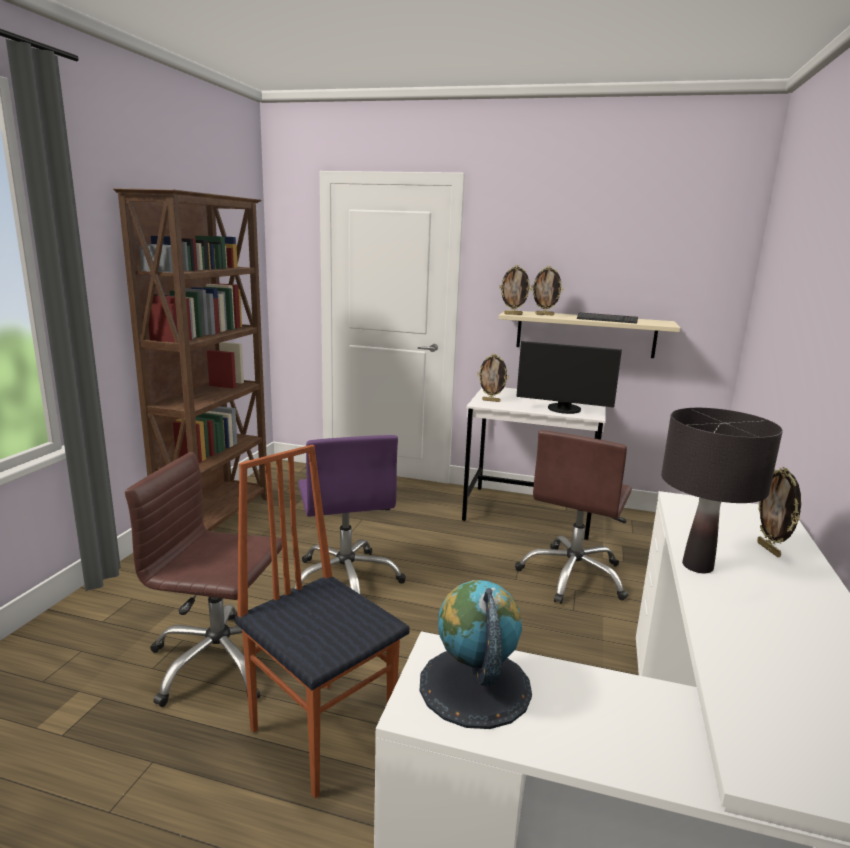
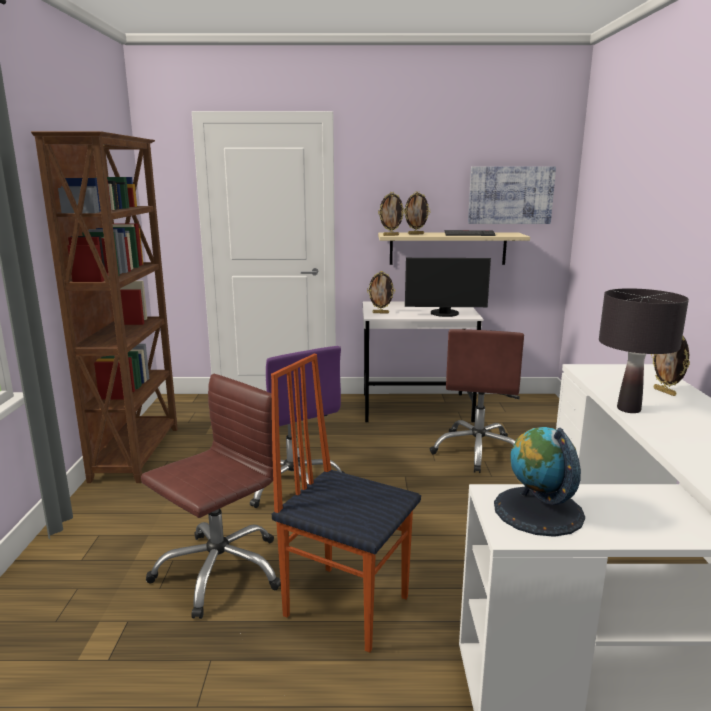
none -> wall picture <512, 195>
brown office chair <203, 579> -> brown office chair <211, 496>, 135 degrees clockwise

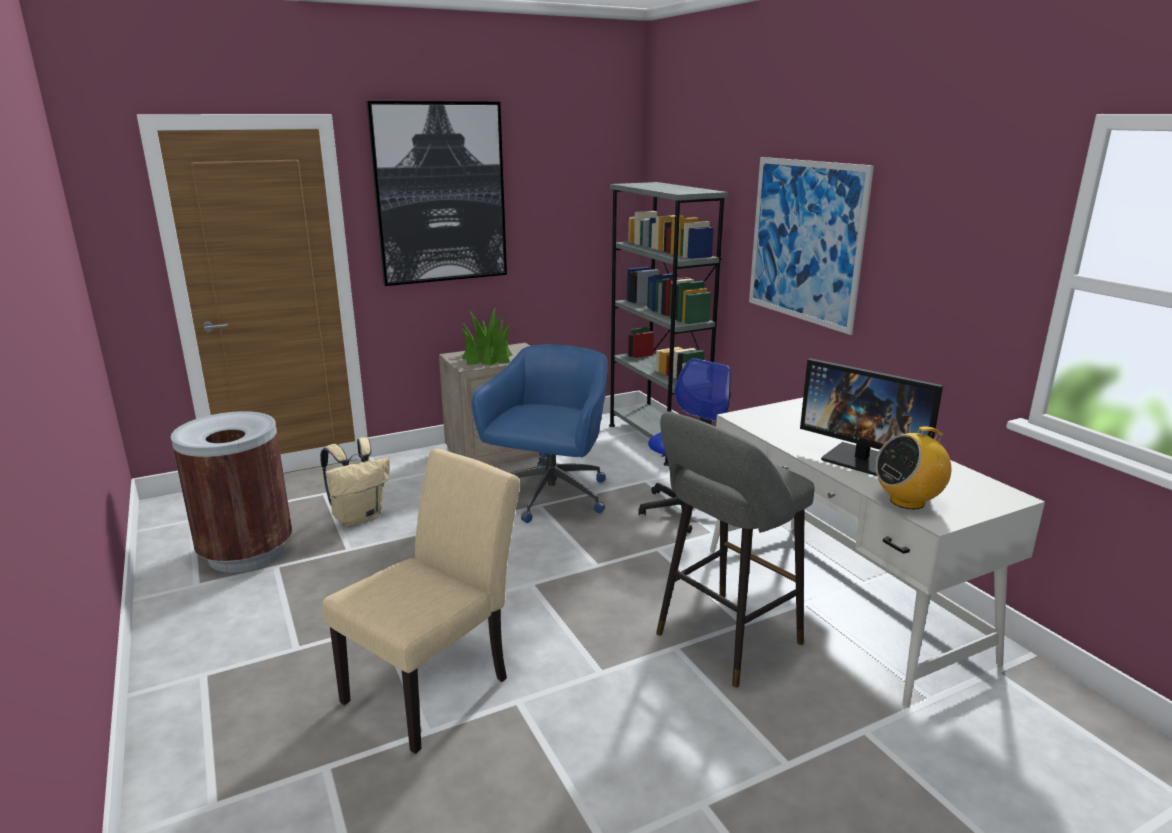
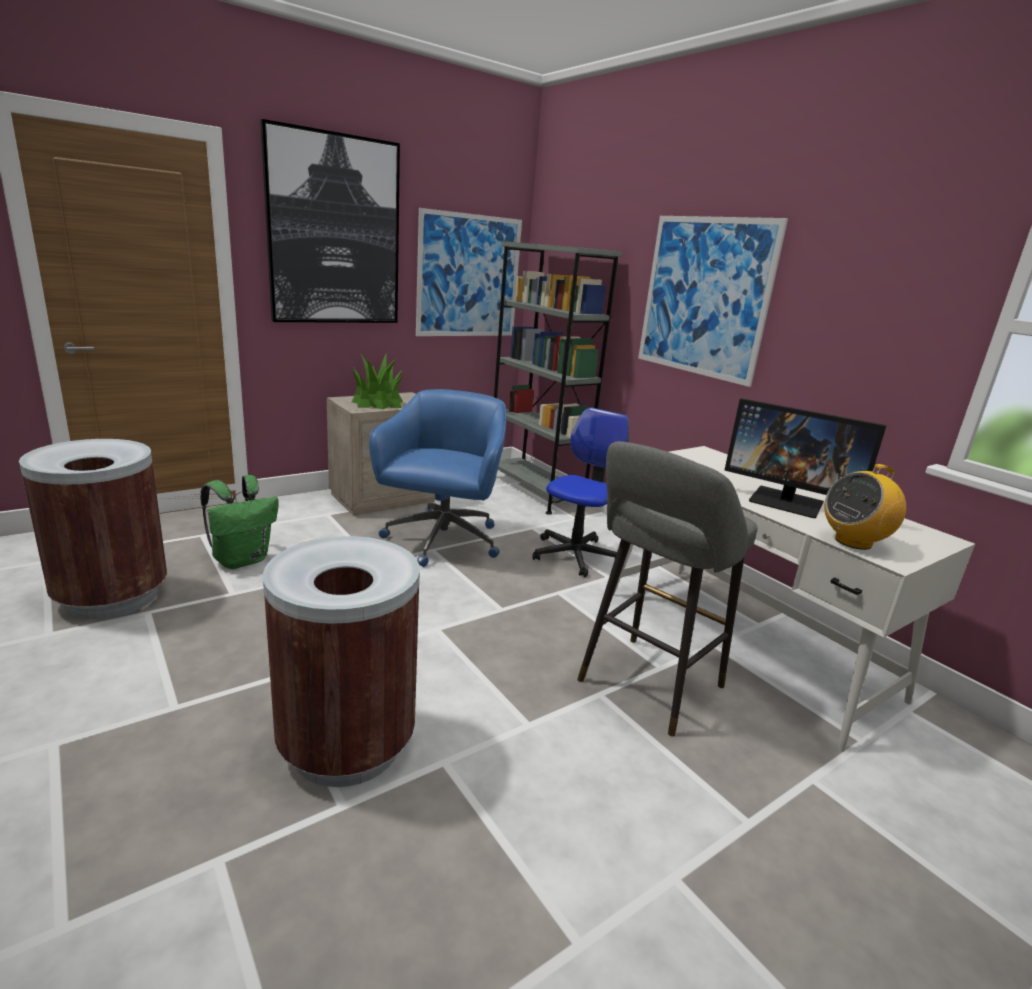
none -> wall picture <469, 272>
beige plain chair <421, 601> -> brown trash can <341, 661>
beige rucksack <355, 481> -> greenish rucksack <239, 522>

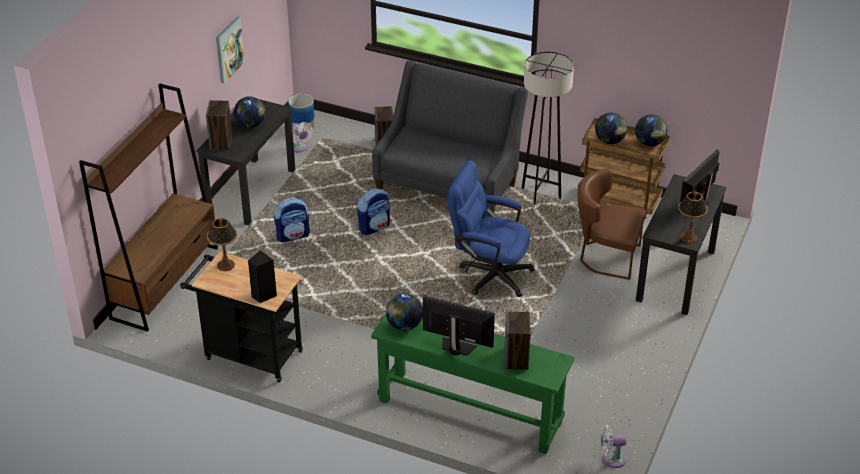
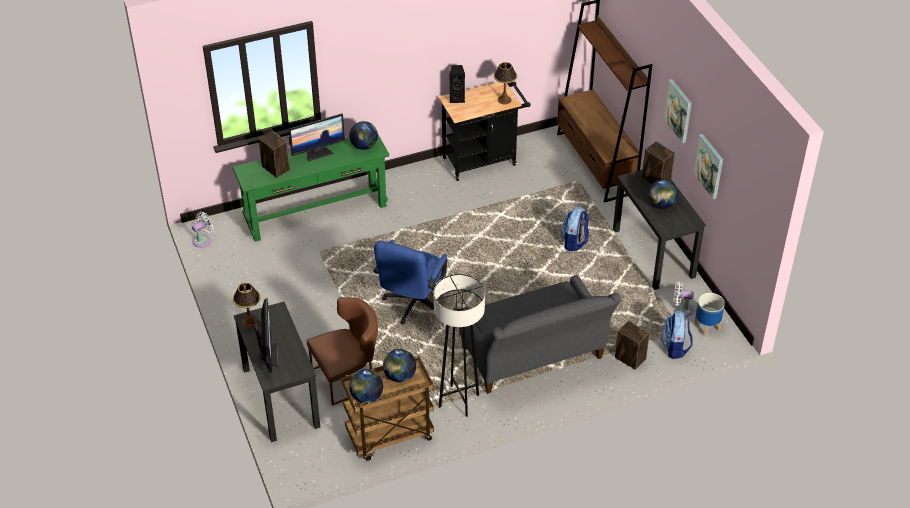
none -> wall picture <678, 111>
rucksack <373, 211> -> rucksack <677, 334>, moved
blue-coloured office chair <491, 229> -> blue-coloured office chair <410, 282>, 135 degrees clockwise

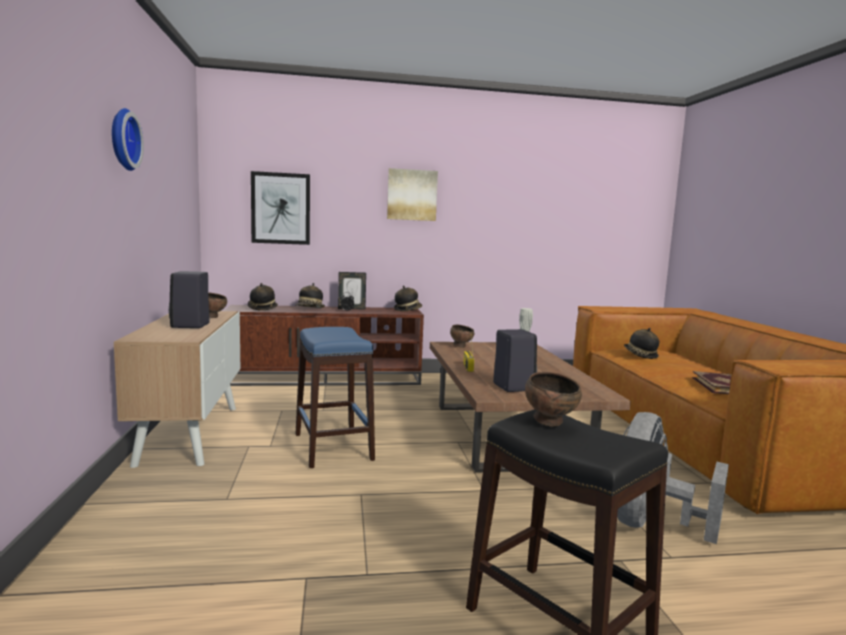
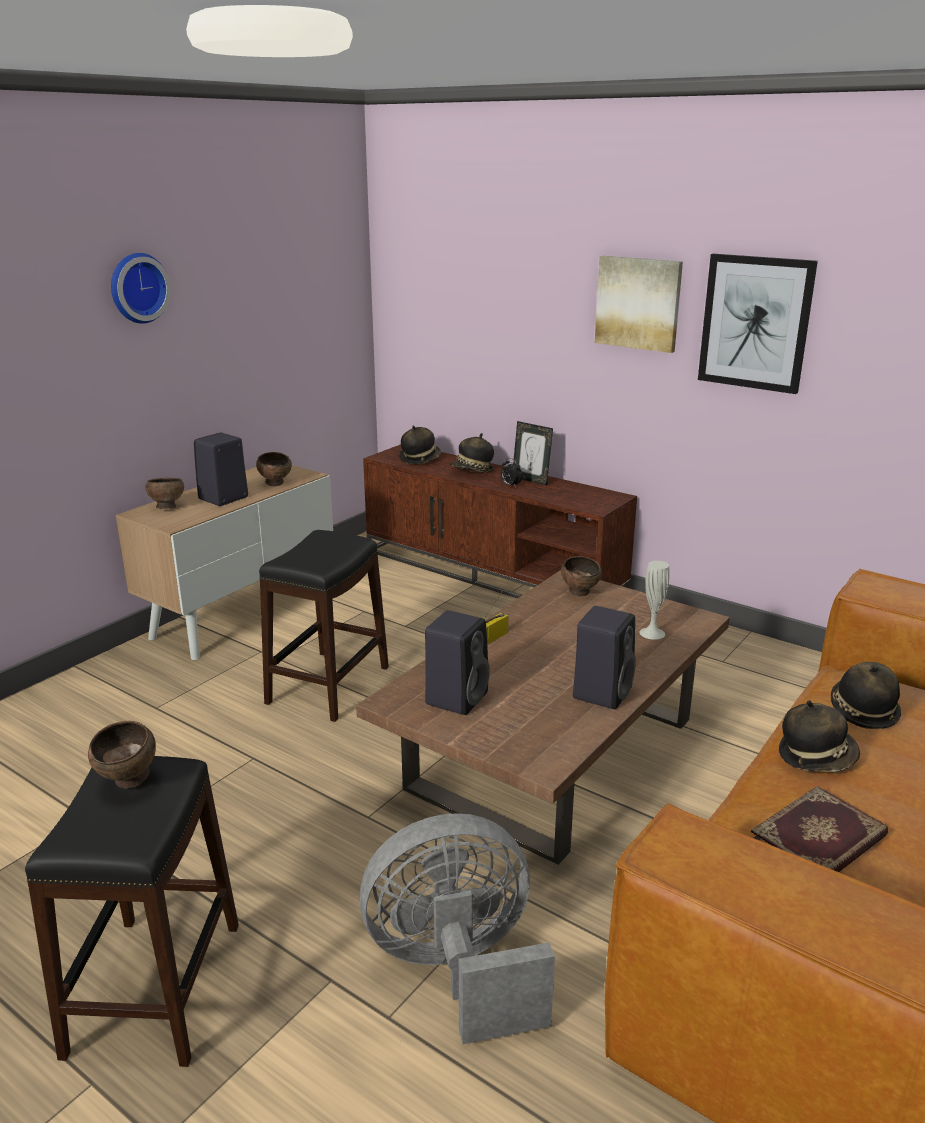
none -> brown serving bowl <164, 493>
none -> blackish speaker <604, 657>
wall picture <280, 208> -> wall picture <758, 324>, moved
hat <408, 298> -> hat <819, 736>, moved
blue-coloured stool <335, 397> -> blackish stool <324, 626>

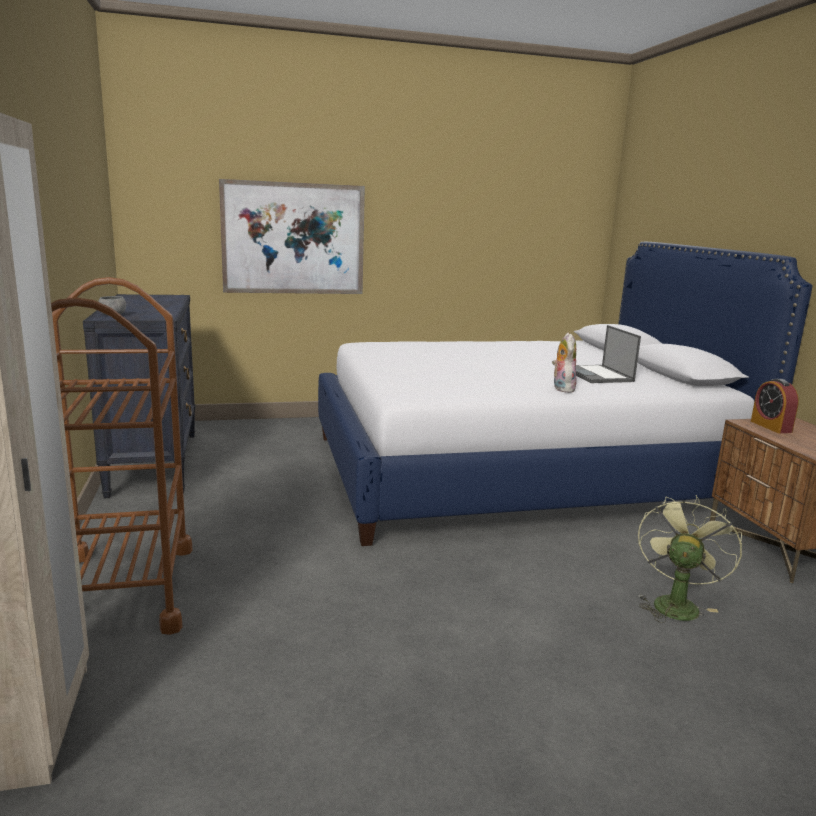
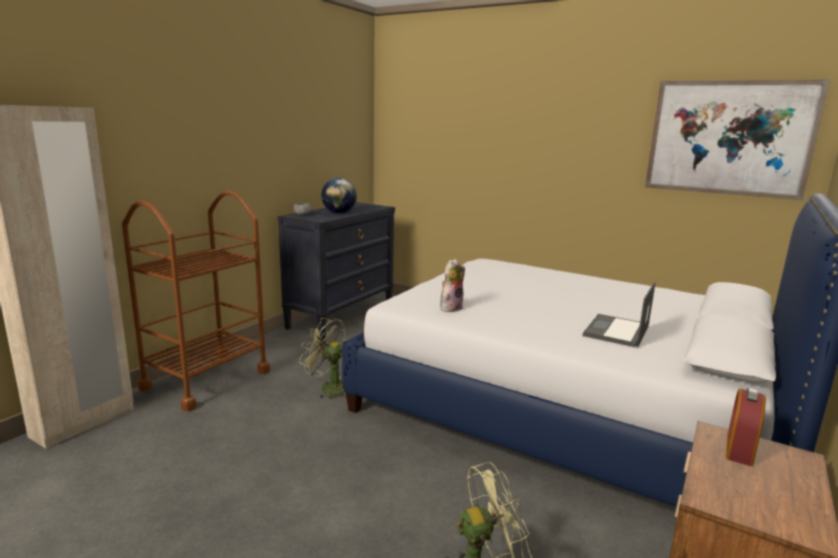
none -> greenish electric fan <322, 358>
none -> world globe <339, 195>
wall picture <292, 236> -> wall picture <738, 139>, moved
soft toy <564, 363> -> soft toy <452, 285>, moved

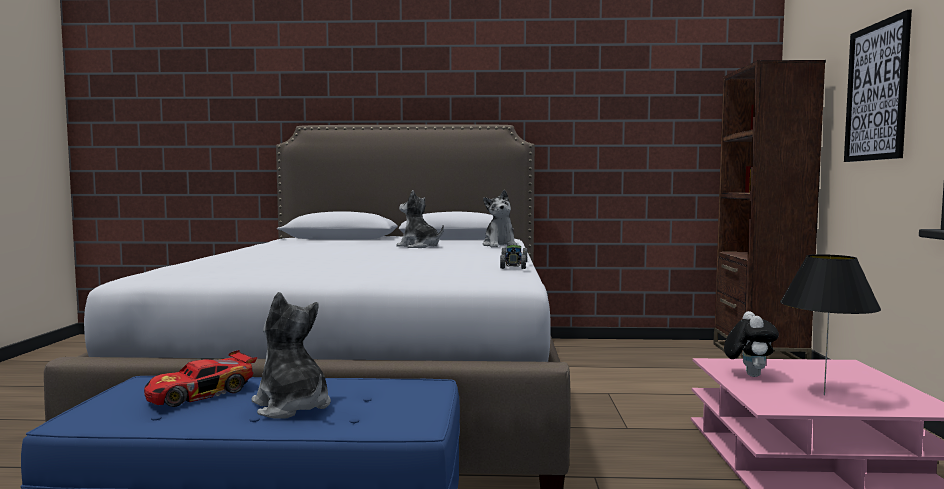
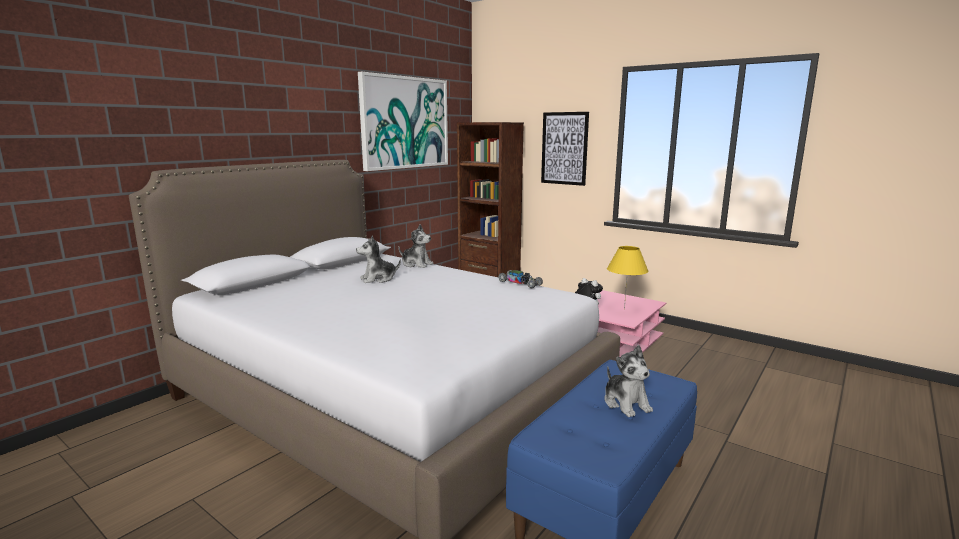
model car <200, 378> -> none
none -> wall picture <403, 121>
blackish tabletop lamp <830, 324> -> yellow-coloured tabletop lamp <628, 278>
soft toy <291, 355> -> soft toy <628, 381>, 105 degrees counterclockwise

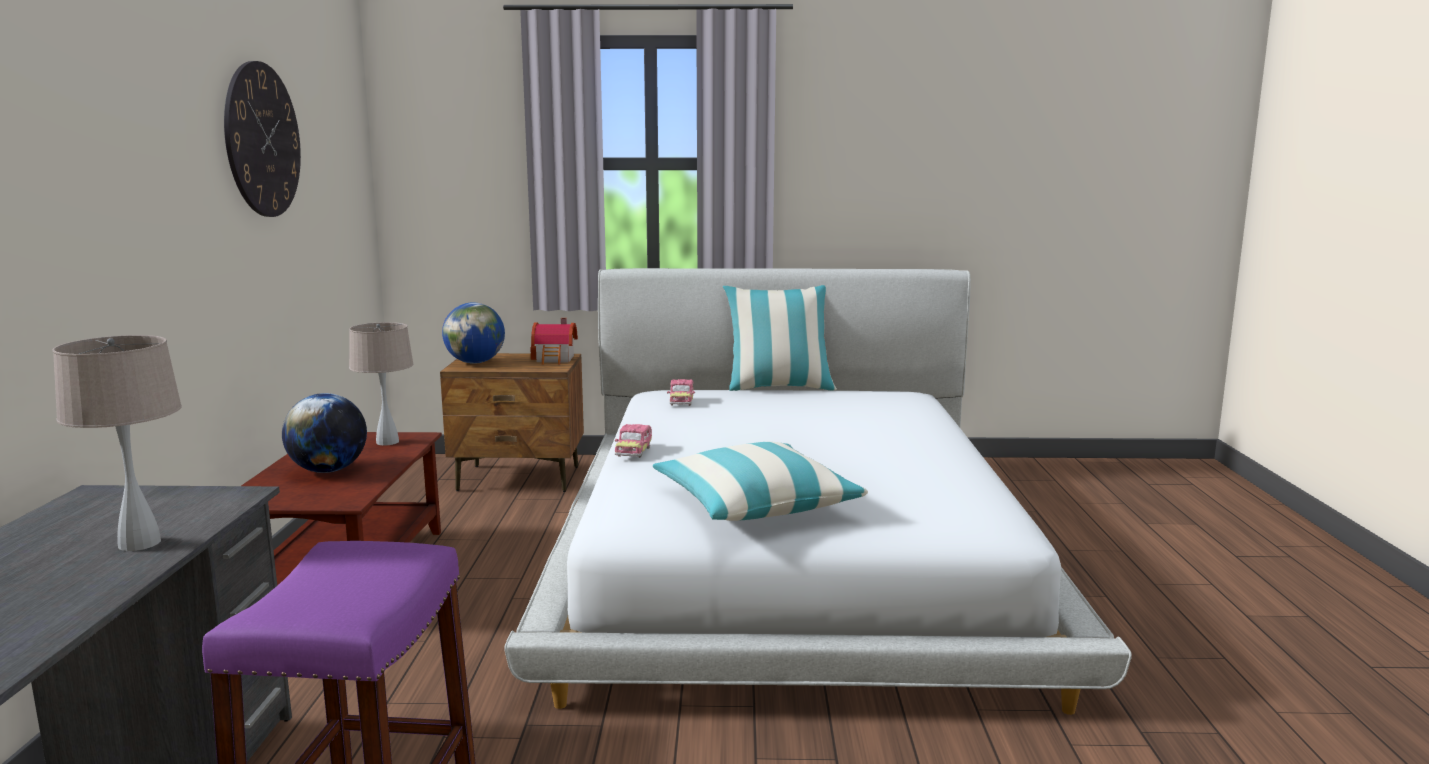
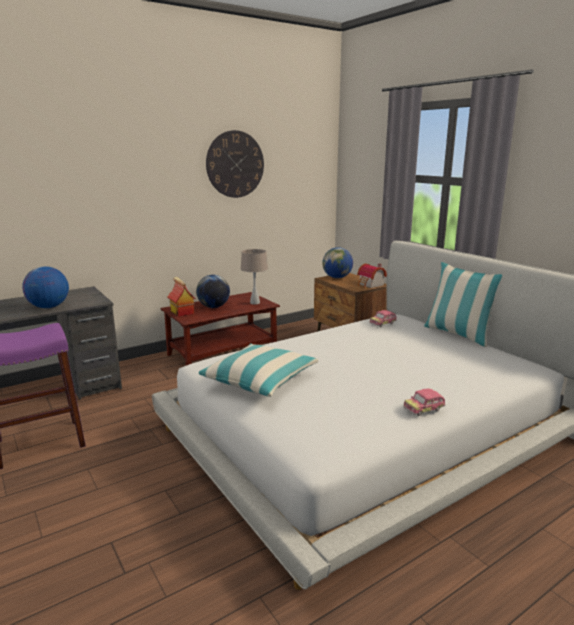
none -> model house <181, 297>
model car <633, 441> -> model car <424, 402>, moved
beige tabletop lamp <117, 443> -> world globe <45, 287>

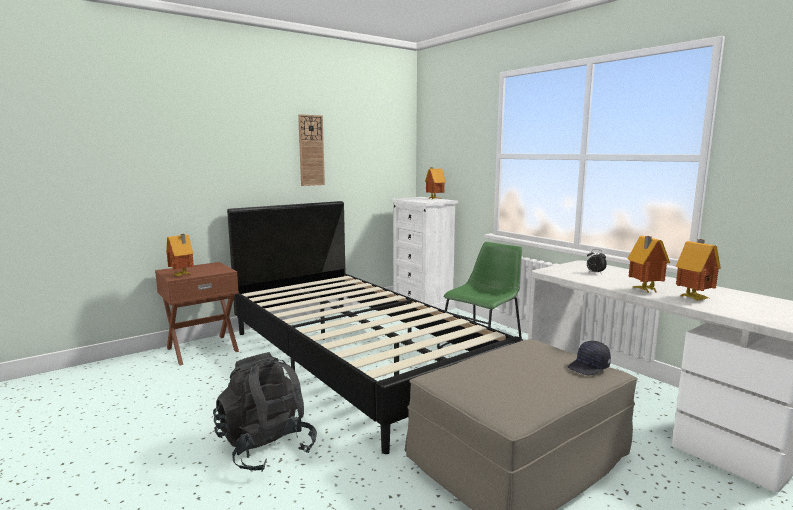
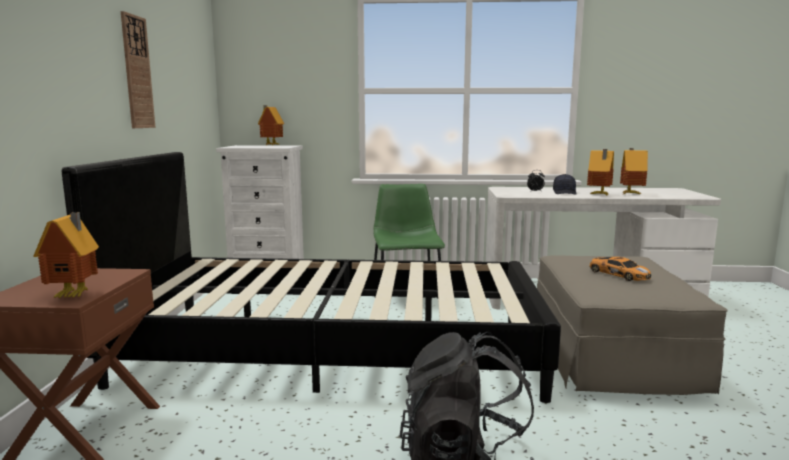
none -> model car <620, 269>
blackish peaked cap <589, 358> -> blackish peaked cap <564, 184>, moved

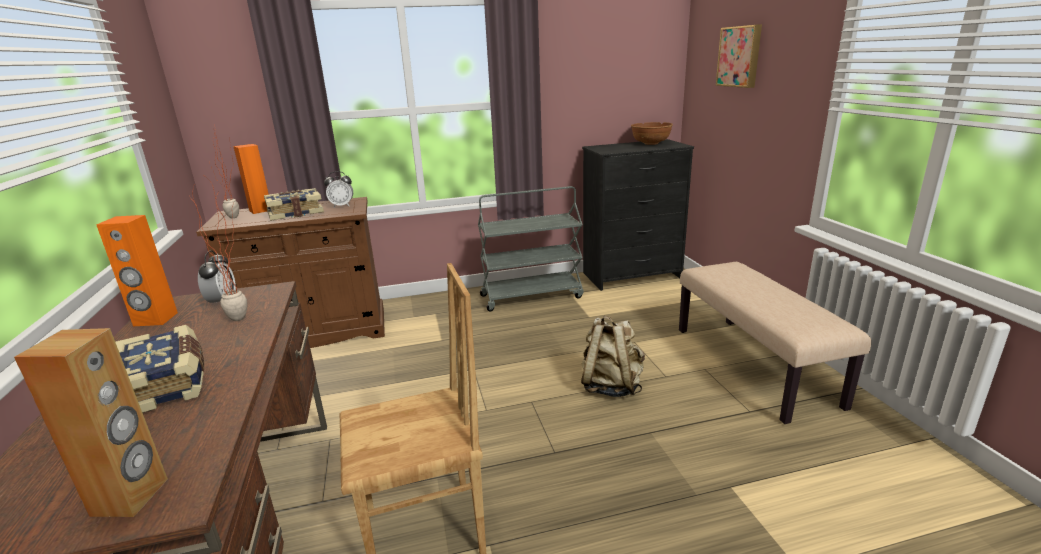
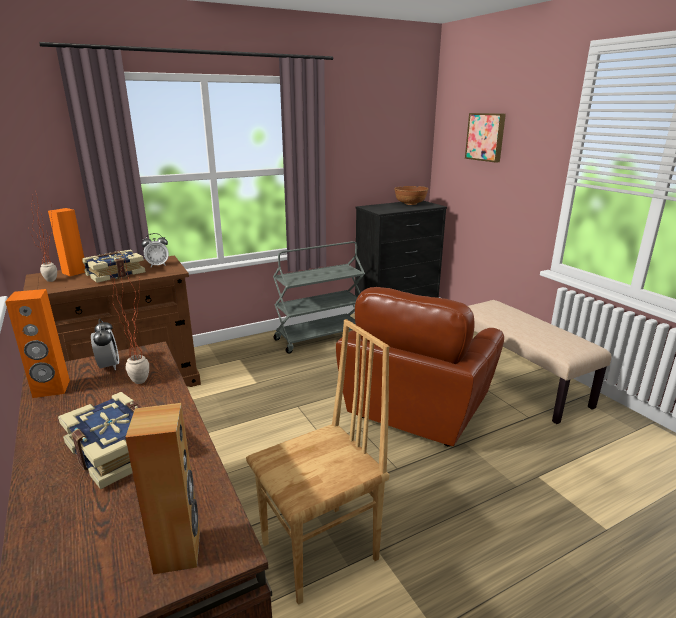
beige rucksack <613, 356> -> brown armchair <420, 367>

